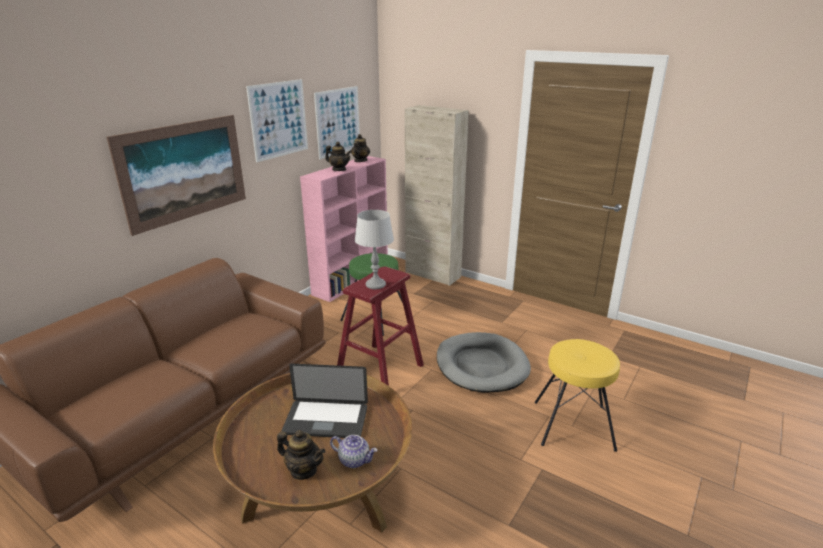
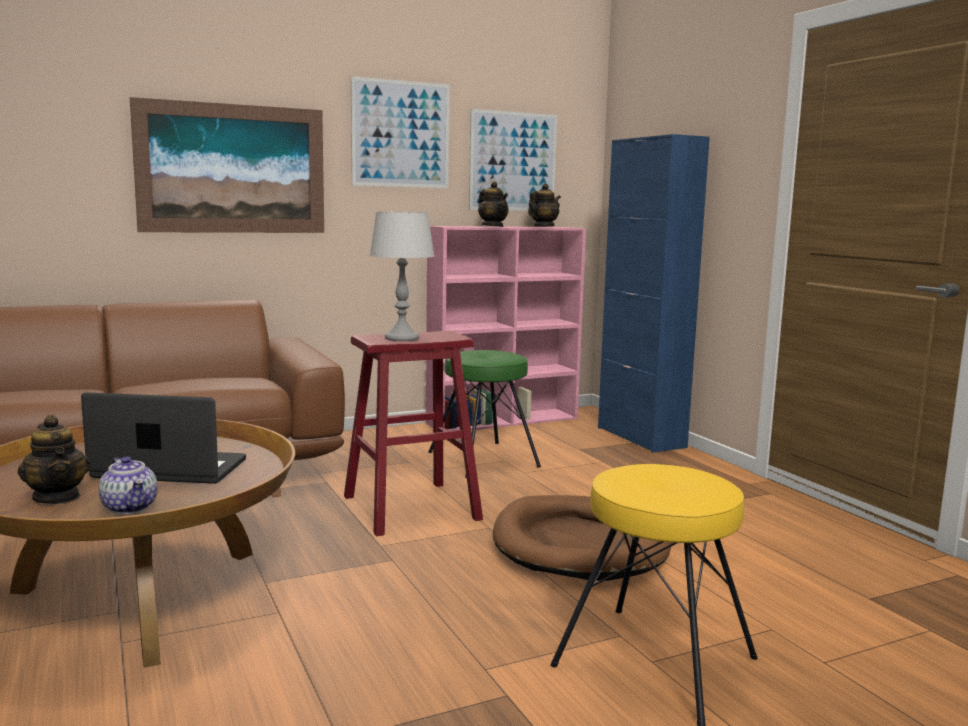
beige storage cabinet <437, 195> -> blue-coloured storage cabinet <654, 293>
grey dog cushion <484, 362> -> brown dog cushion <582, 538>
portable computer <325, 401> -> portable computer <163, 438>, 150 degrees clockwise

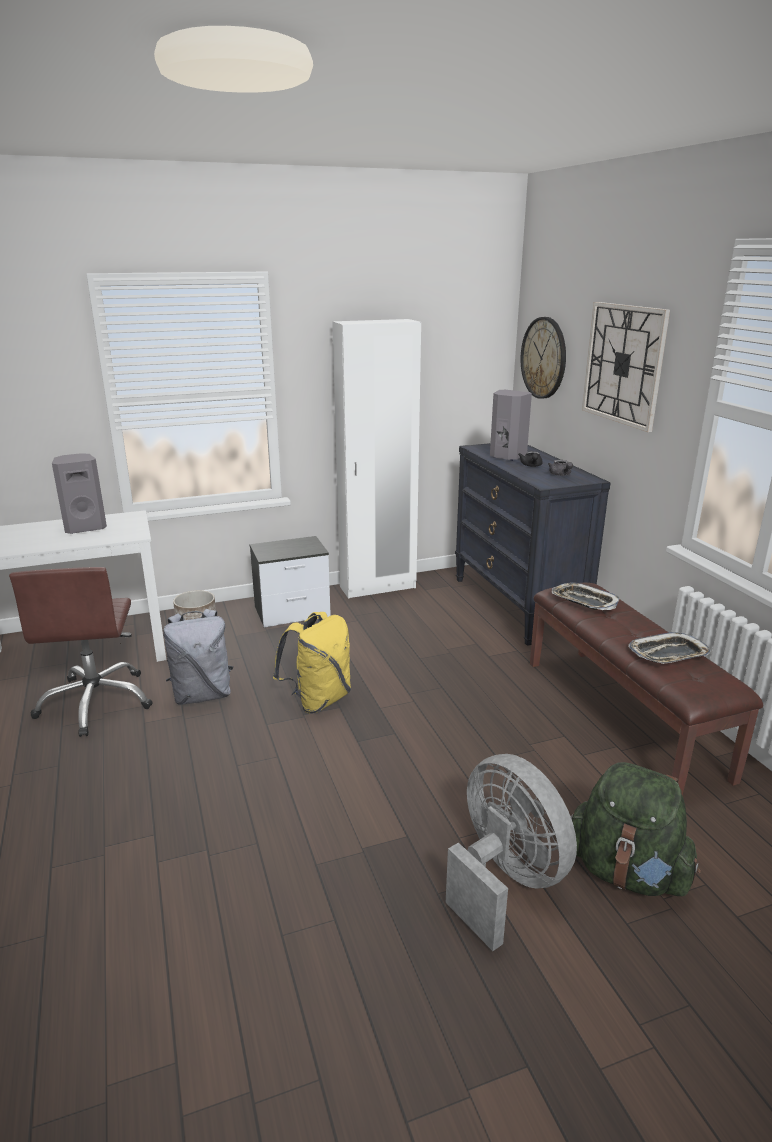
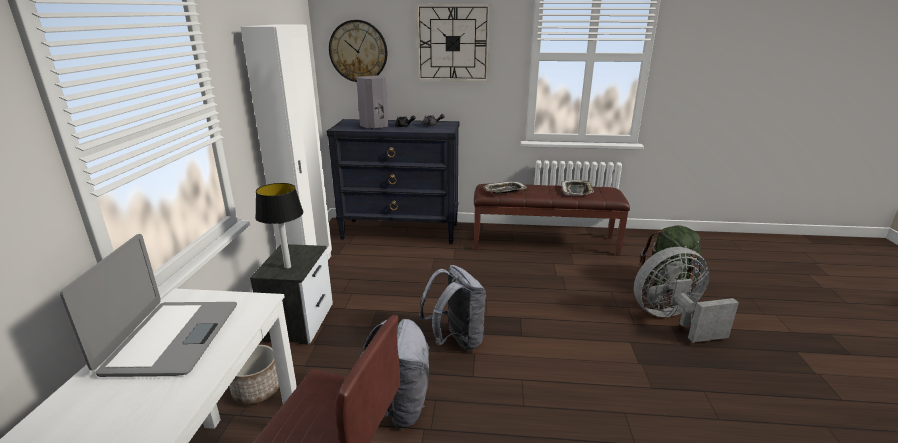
none -> tabletop lamp <279, 226>
grey speaker <79, 493> -> portable computer <148, 305>
yellow-coloured rucksack <312, 662> -> grey rucksack <452, 308>

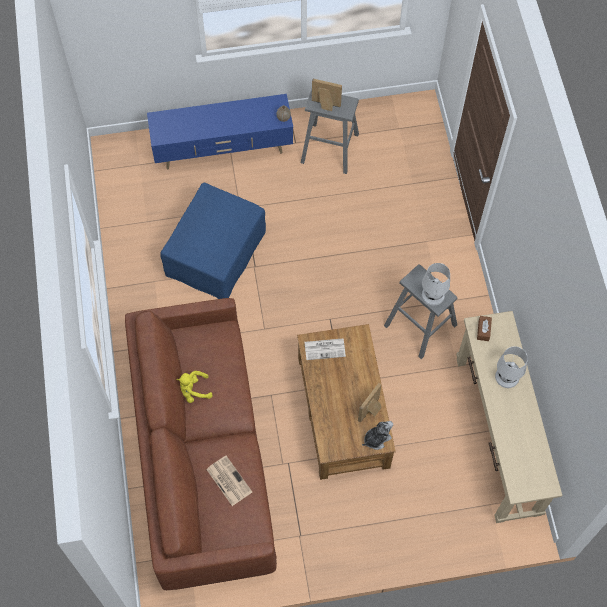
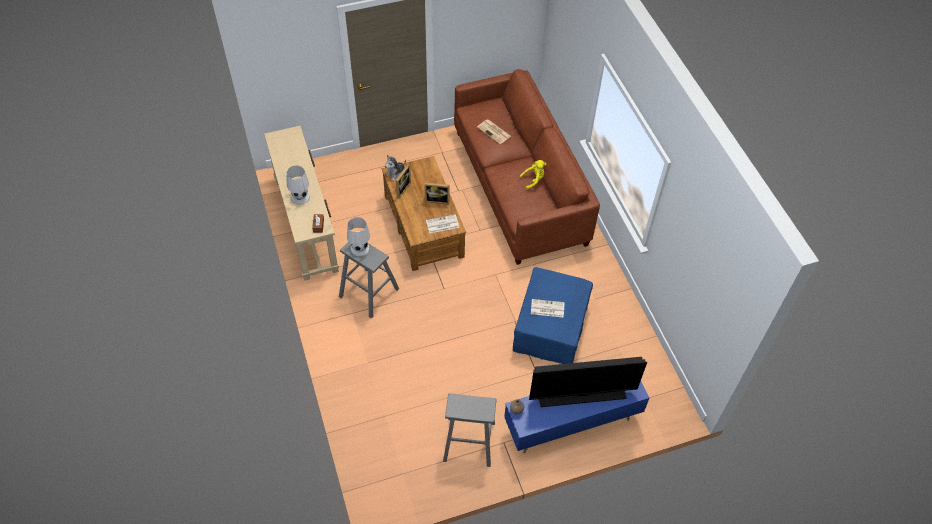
none -> TV set <588, 382>
none -> daily paper <548, 308>
standing frame <327, 95> -> standing frame <437, 194>, moved

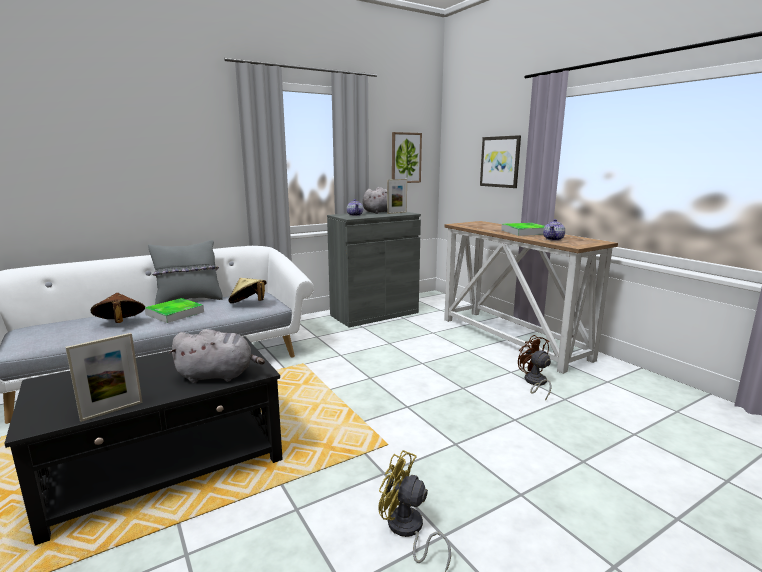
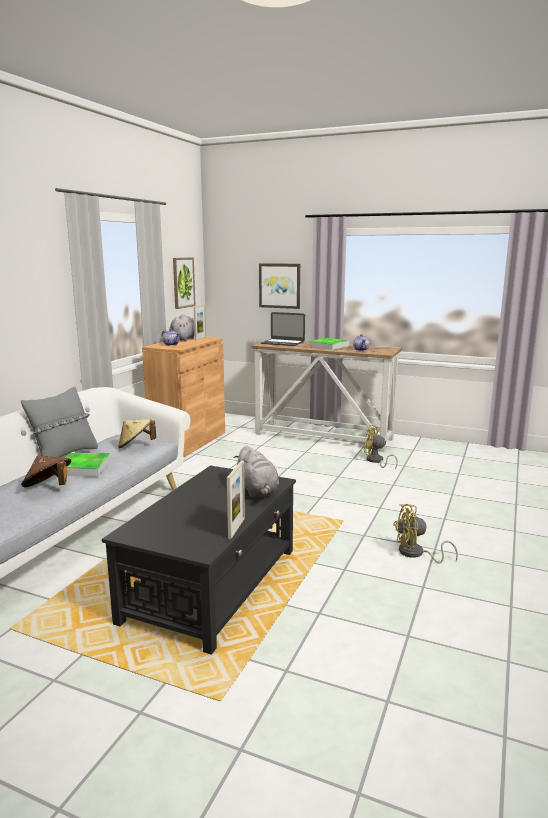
none -> portable computer <283, 329>
grey storage cabinet <374, 269> -> brown storage cabinet <183, 396>
brown electric fan <534, 368> -> yellow-coloured electric fan <381, 447>
grey soft toy <217, 356> -> grey soft toy <256, 471>, 105 degrees clockwise

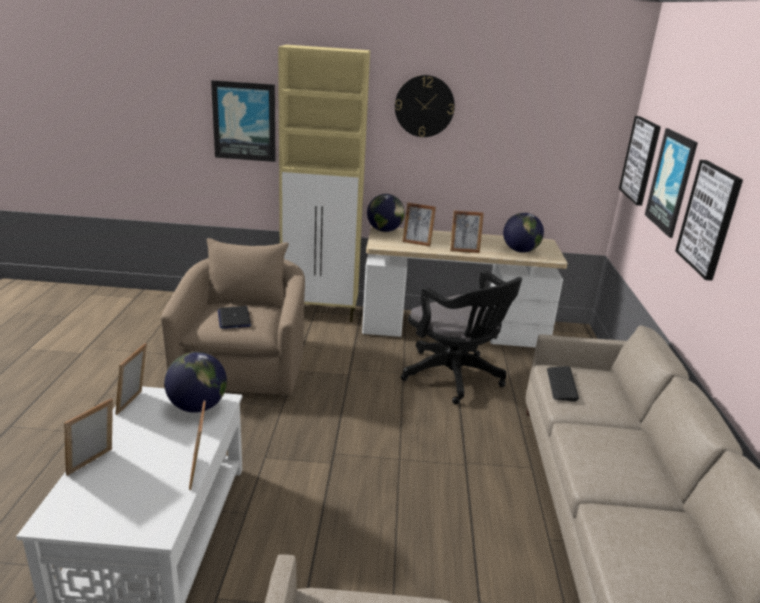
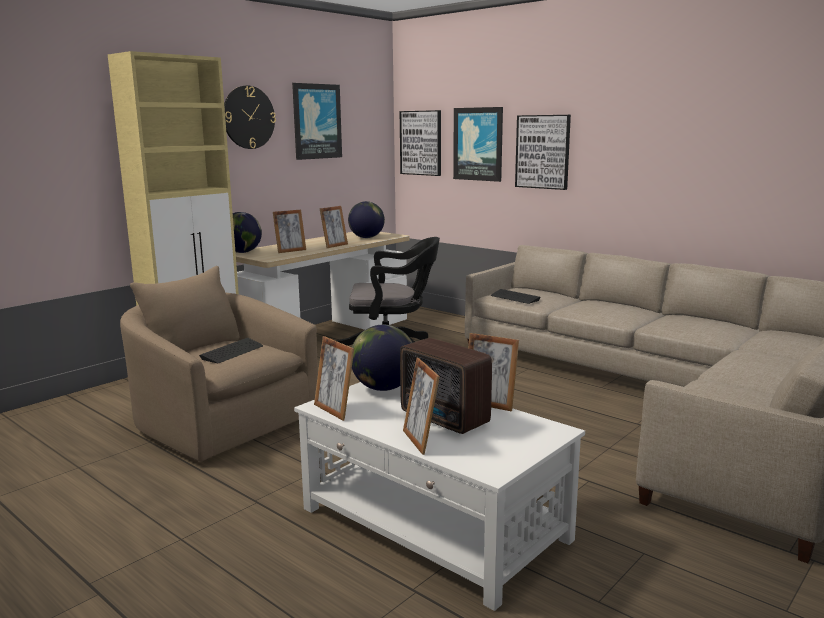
none -> radio <446, 386>
wall picture <243, 121> -> wall picture <317, 121>, moved
portable computer <234, 317> -> keyboard <231, 350>

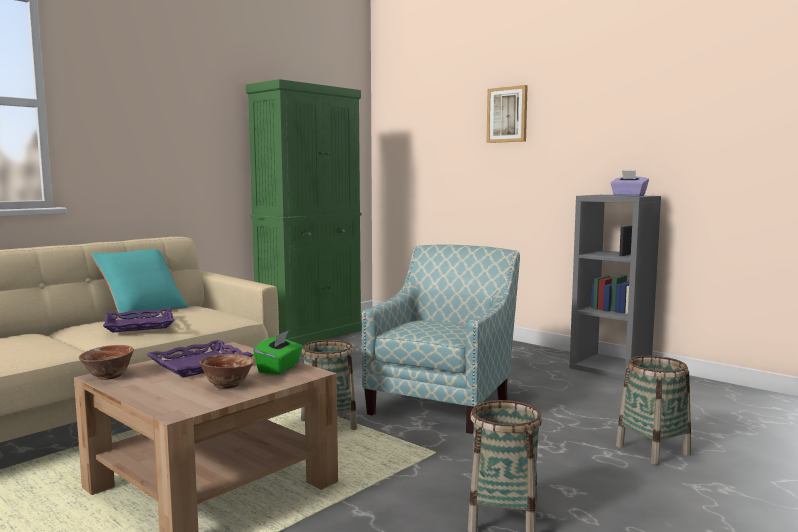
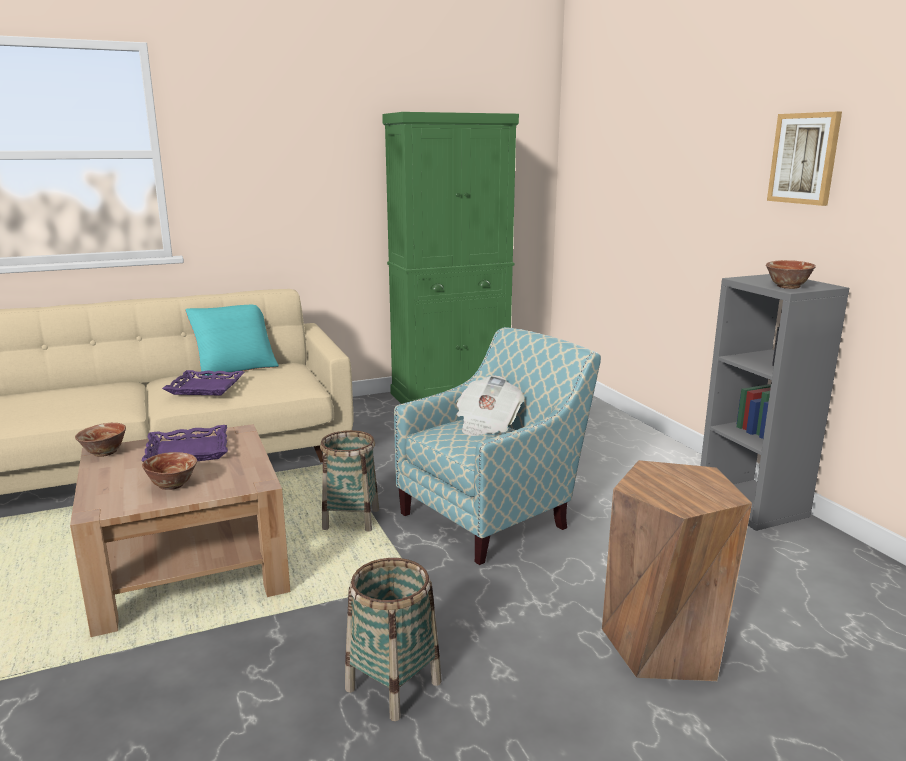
greenish tissue holder <278, 352> -> none
none -> daily paper <490, 406>
wall picture <507, 114> -> wall picture <804, 159>, moved
purple tissue holder <629, 183> -> serving bowl <791, 274>
storage basket <653, 410> -> brown stool <677, 570>

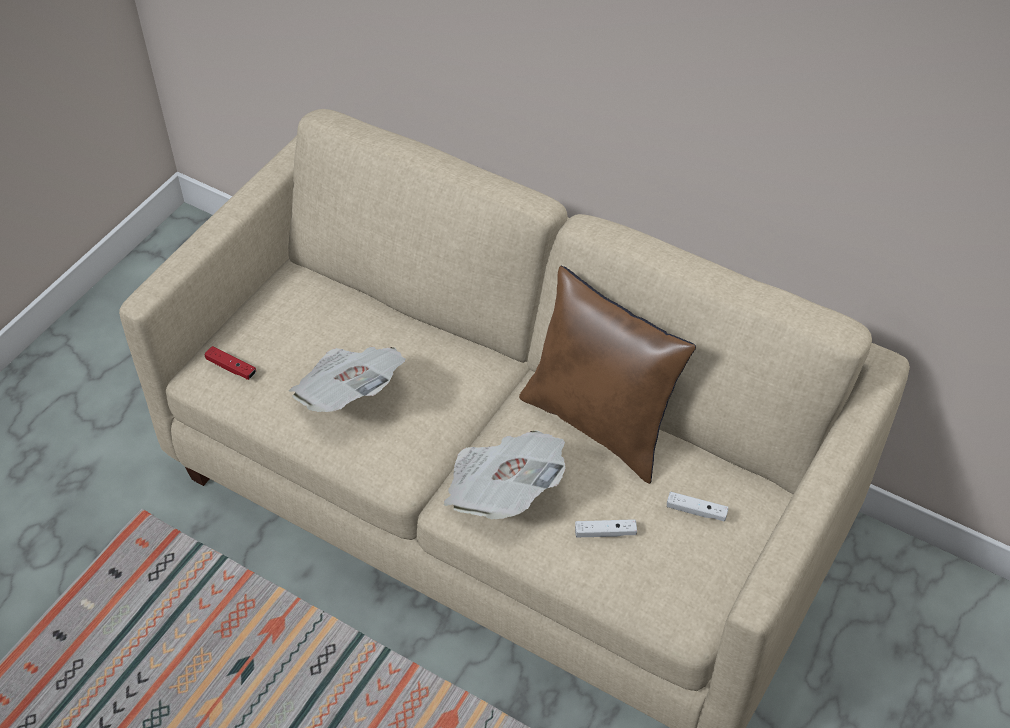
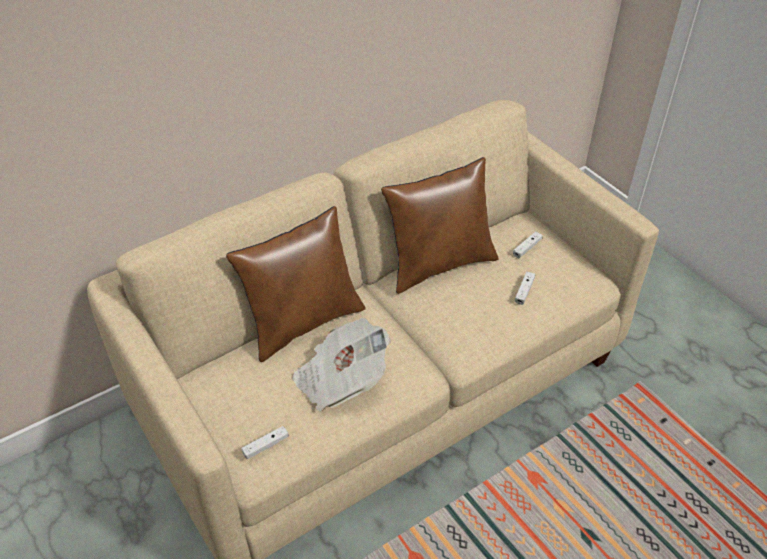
daily paper <504, 475> -> none
none -> brown pillow <296, 284>
reddish gamepad <230, 363> -> white gamepad <265, 442>

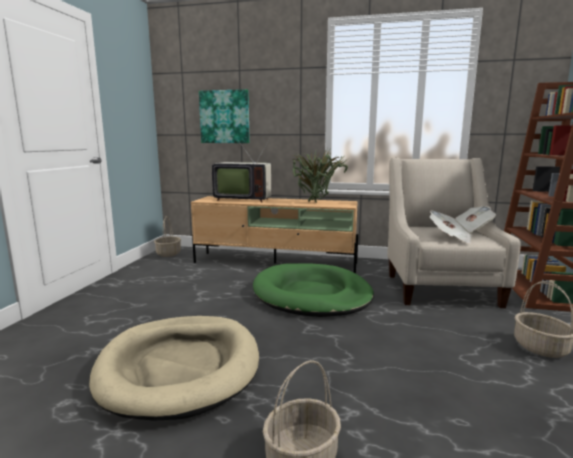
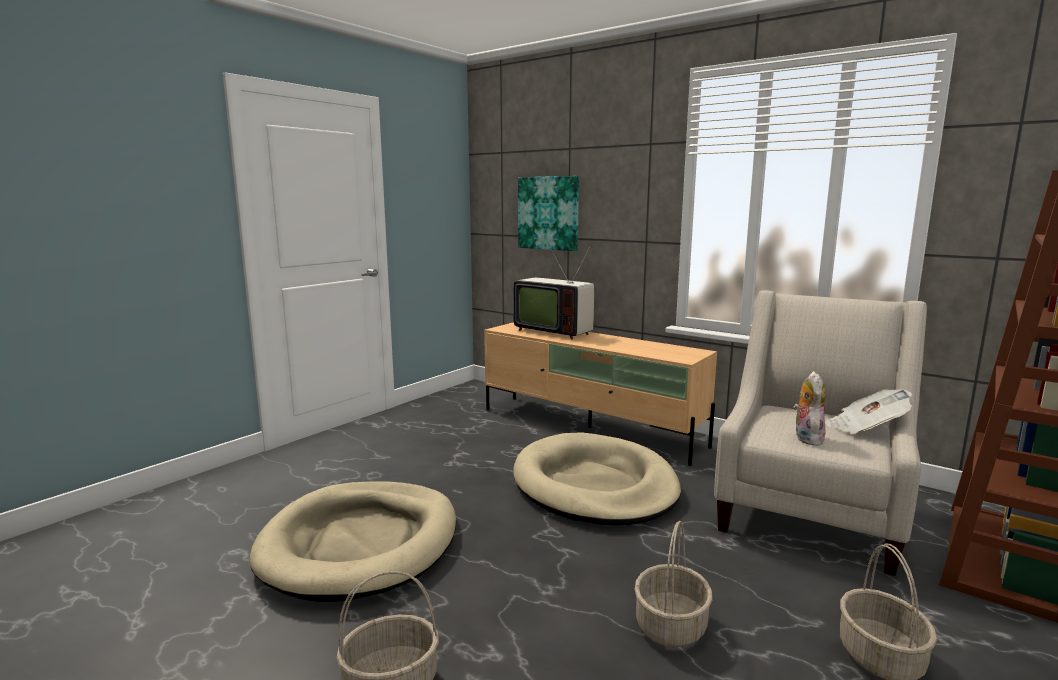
plant in a pot <320, 176> -> none
storage basket <167, 236> -> storage basket <673, 584>, moved
daily paper <451, 226> -> soft toy <809, 408>
greenish dog cushion <313, 290> -> beige dog cushion <597, 479>

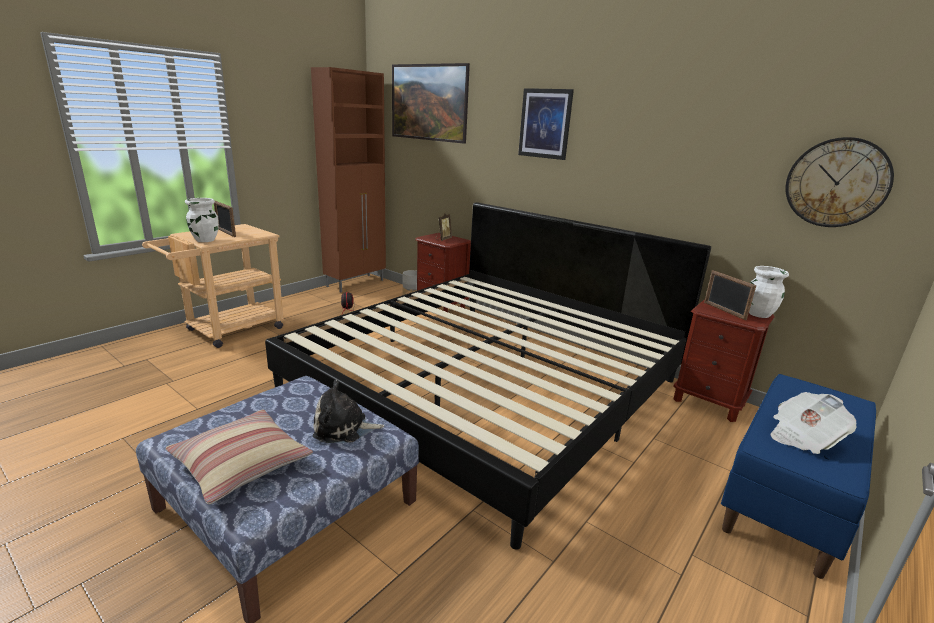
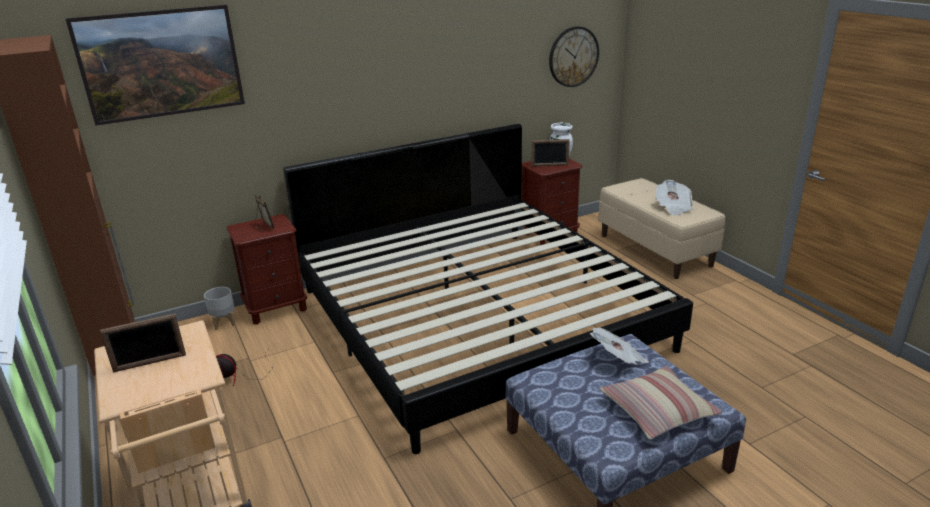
white decorative vase <202, 220> -> none
wall picture <546, 124> -> none
soft toy <348, 411> -> daily paper <619, 346>
blue-coloured bench <798, 476> -> beige bench <661, 228>

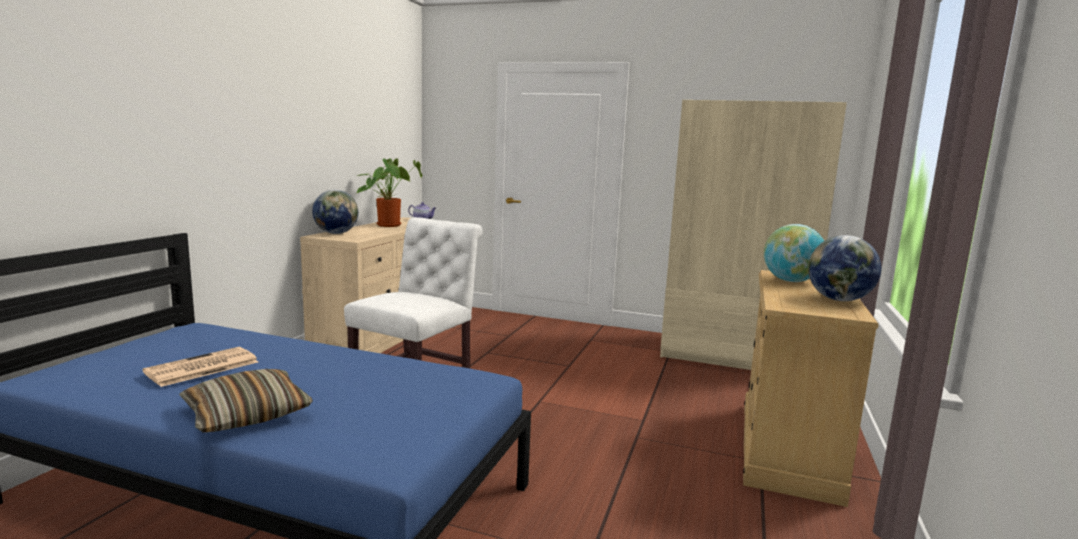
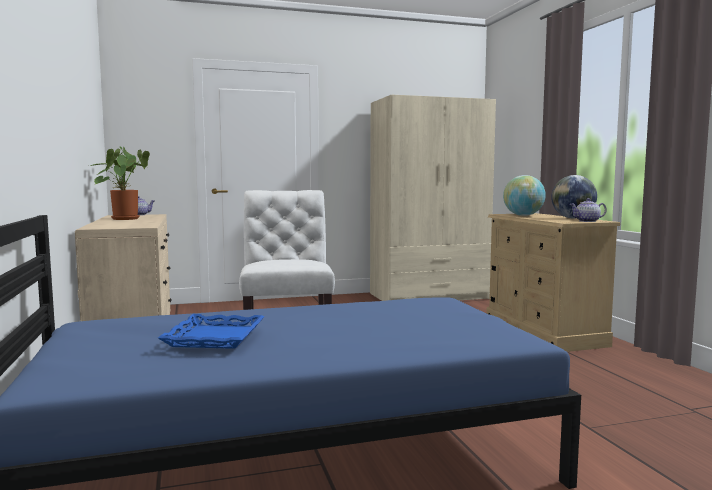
pillow <246, 400> -> none
world globe <335, 212> -> none
none -> teapot <588, 210>
daily paper <200, 367> -> blue-coloured tray <211, 331>

